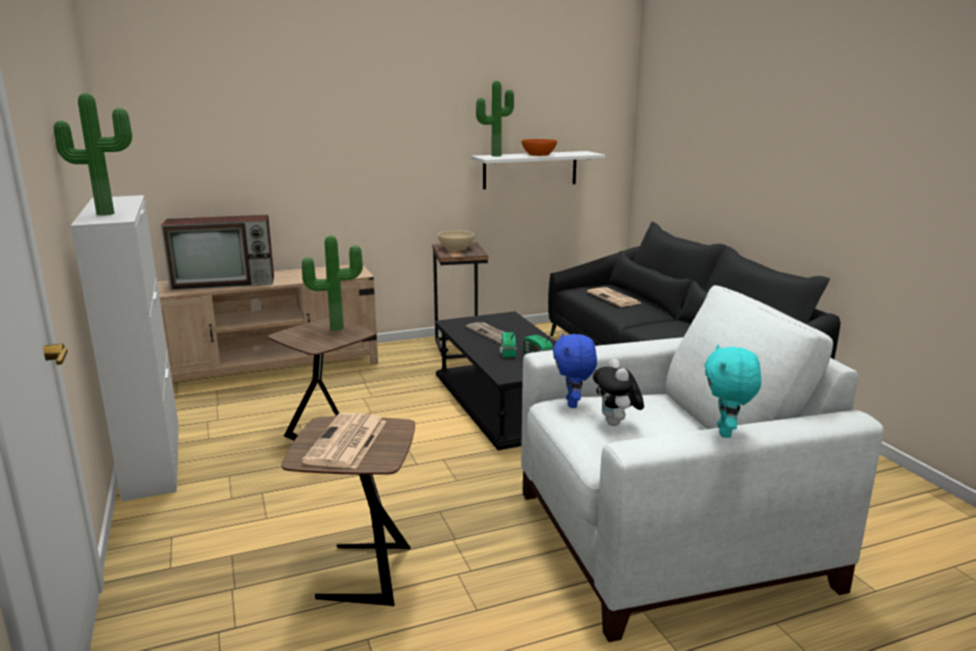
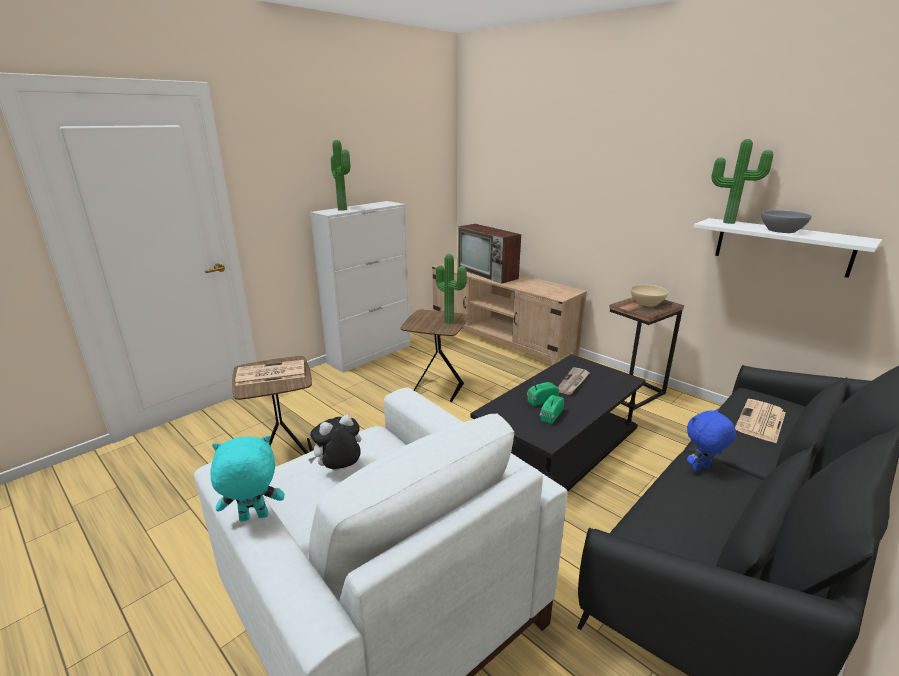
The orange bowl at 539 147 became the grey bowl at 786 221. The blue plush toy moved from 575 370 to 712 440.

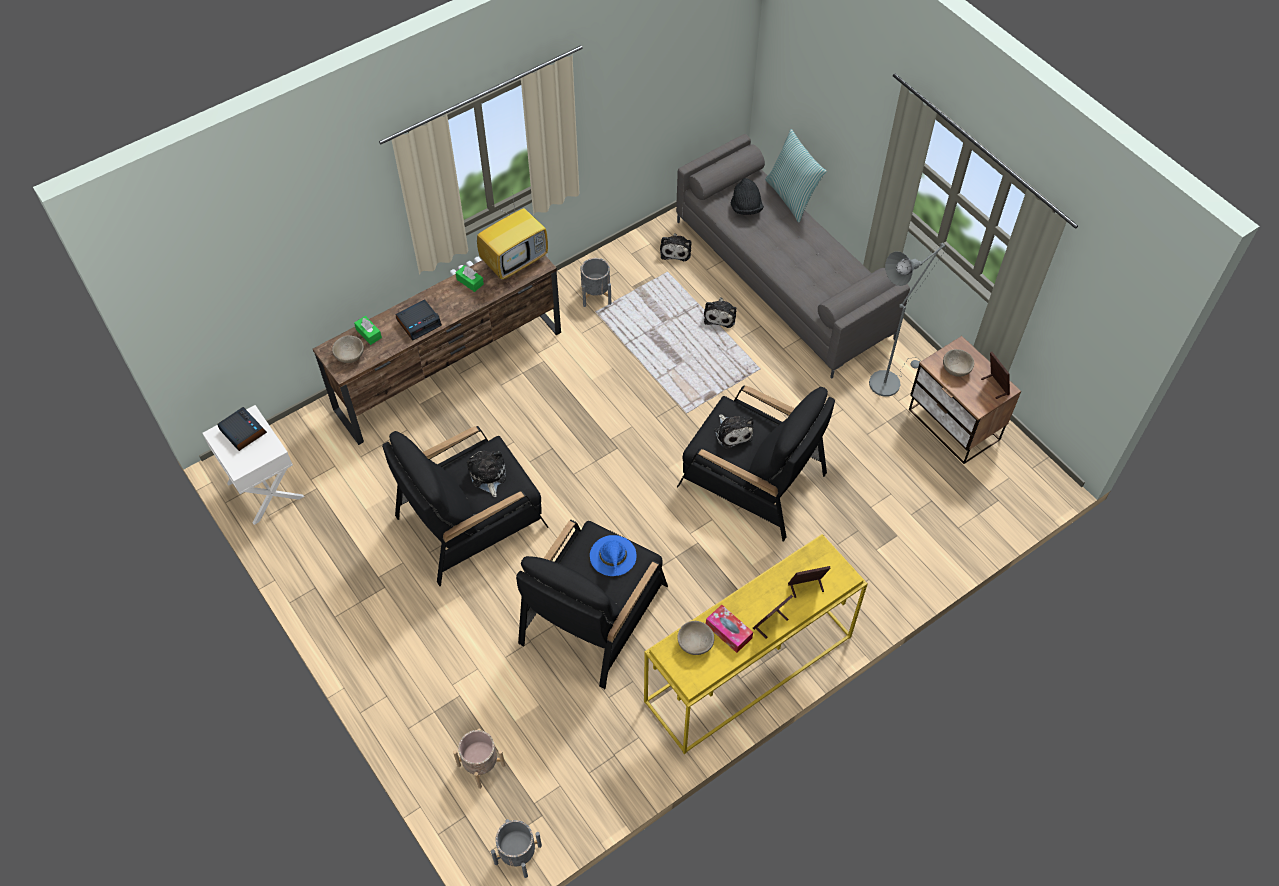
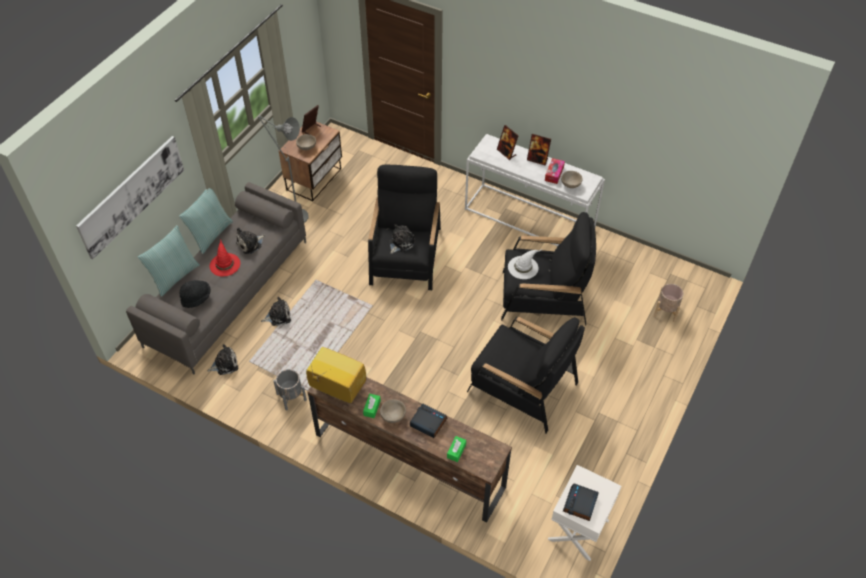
The beige bowl moved from 348 349 to 393 411. The plush toy moved from 486 474 to 250 240. The grey planter at 516 848 disappeared. The blue hat at 613 555 became the white hat at 525 264. The yellow console table at 756 644 became the white console table at 535 190. The picture at 130 197 appeared. The pillow at 206 221 appeared. The red hat at 225 258 appeared.

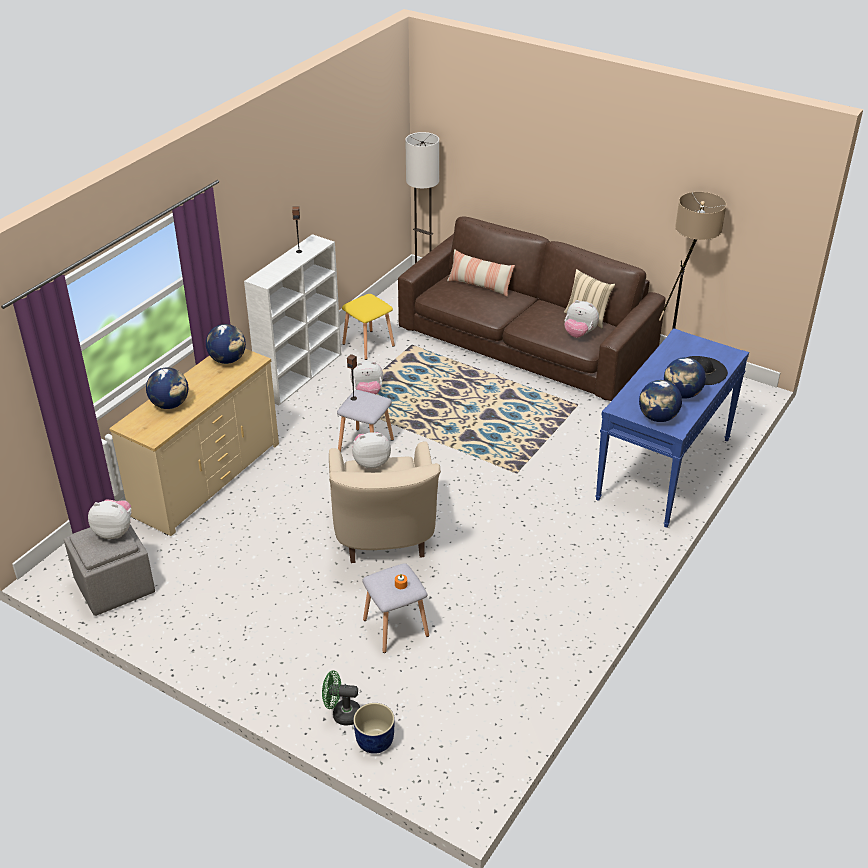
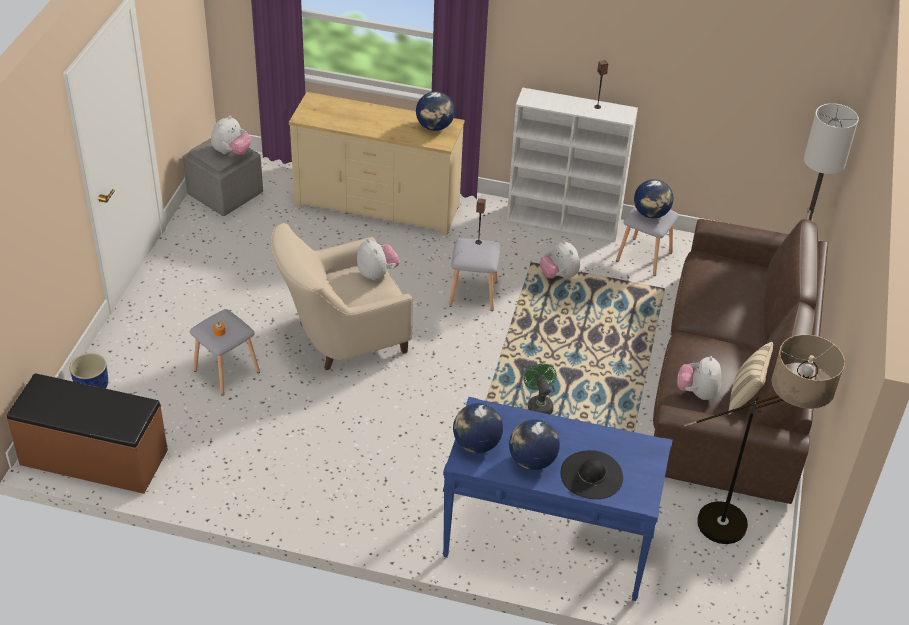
The plush toy at 110 519 turned 45 degrees clockwise. The globe moved from 167 388 to 653 199. The green fan moved from 341 697 to 540 389. The yellow stool at 368 327 became the grey stool at 647 241. The pillow at 481 273 disappeared. The brown bench at 87 434 appeared.

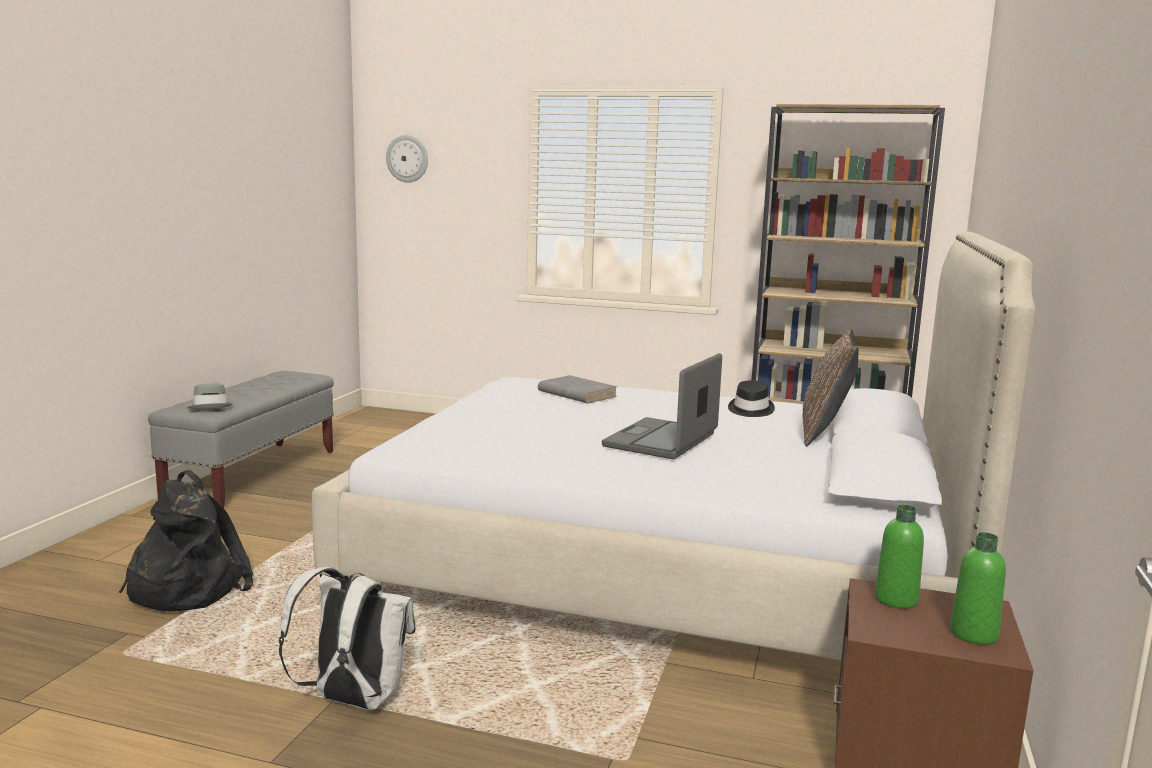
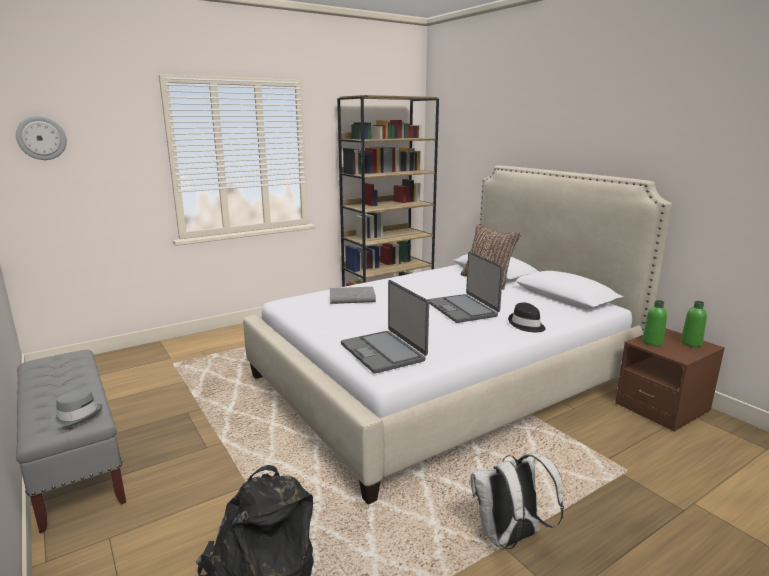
The black hat moved from 751 398 to 526 317. The laptop at 385 326 appeared.

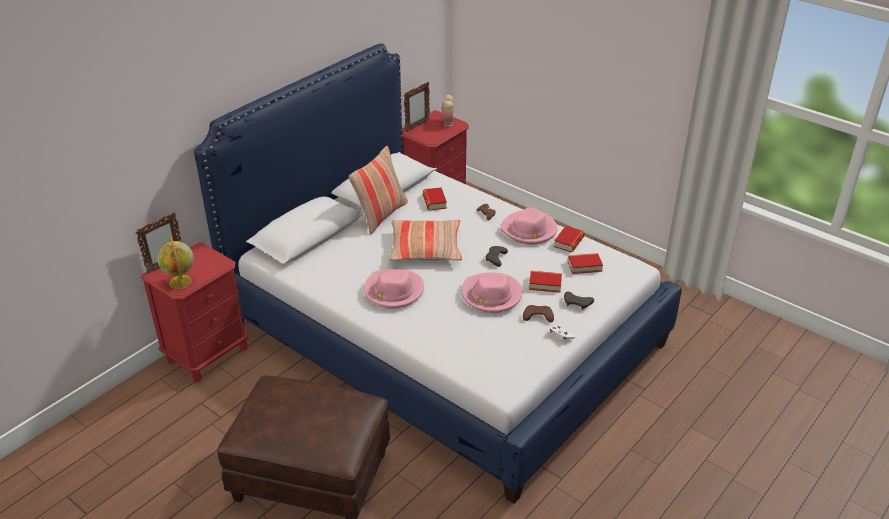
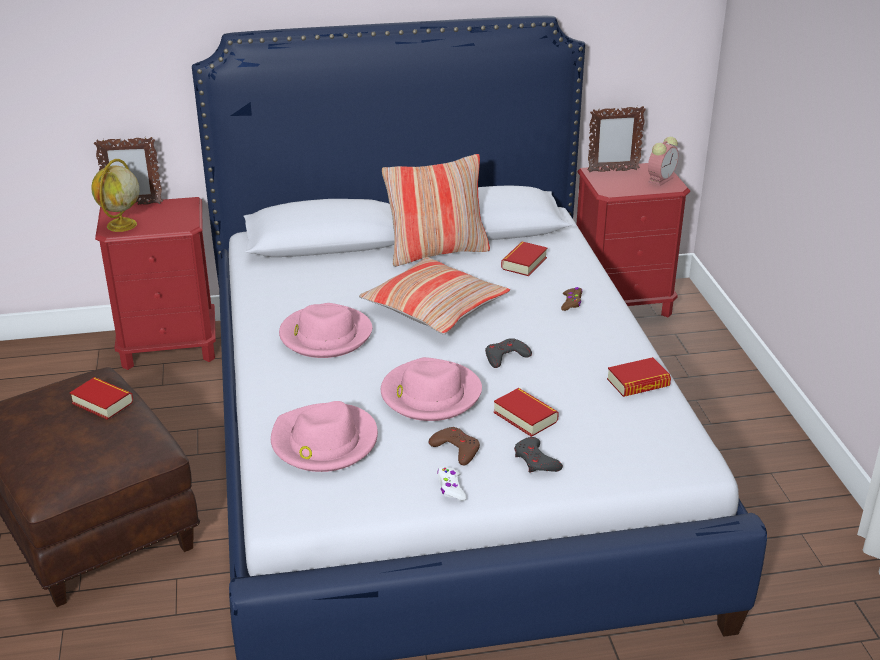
The pink hat moved from 528 226 to 324 436. The book moved from 585 263 to 101 398.

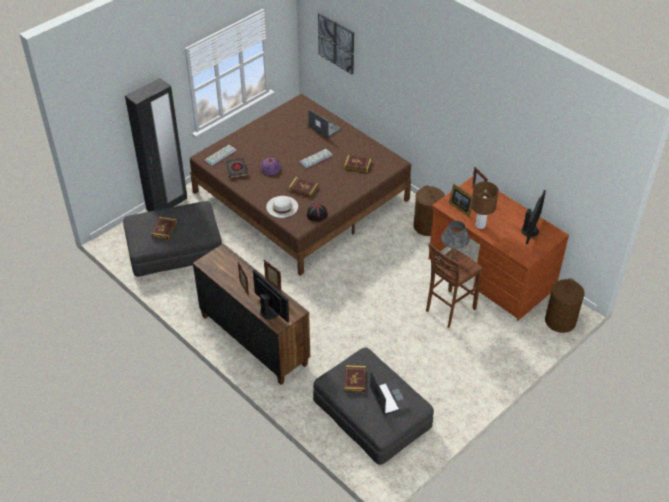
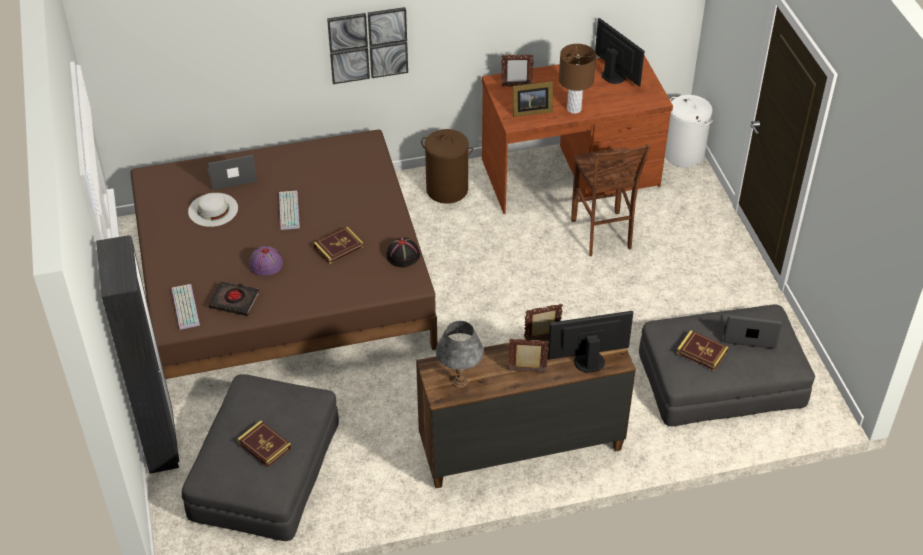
The white hat moved from 282 207 to 213 210. The picture moved from 336 43 to 367 45. The book at 358 163 disappeared. The grey table lamp moved from 455 241 to 460 354. The brown laundry basket at 564 305 became the white laundry basket at 689 131.

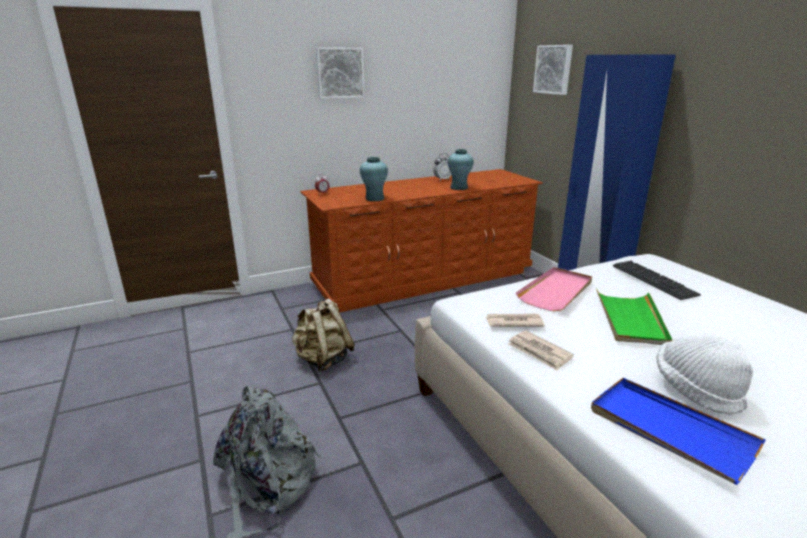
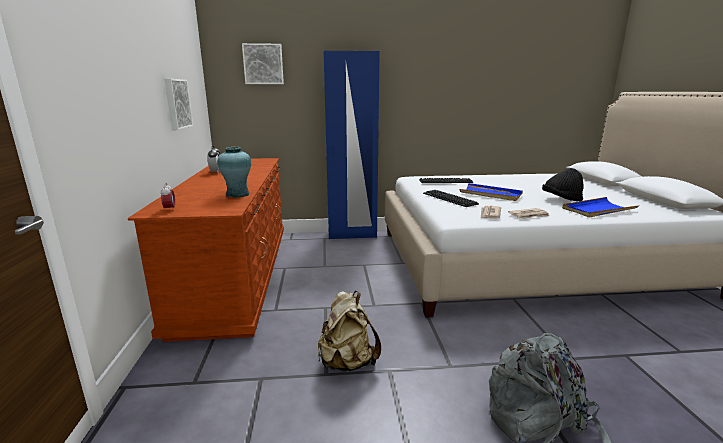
The picture moved from 340 73 to 178 104. The turquoise vase at 461 169 disappeared. The pink tray at 554 289 was replaced by the keyboard at 451 198. The green tray at 634 316 became the blue tray at 491 192. The white hat at 704 374 became the black hat at 563 184.

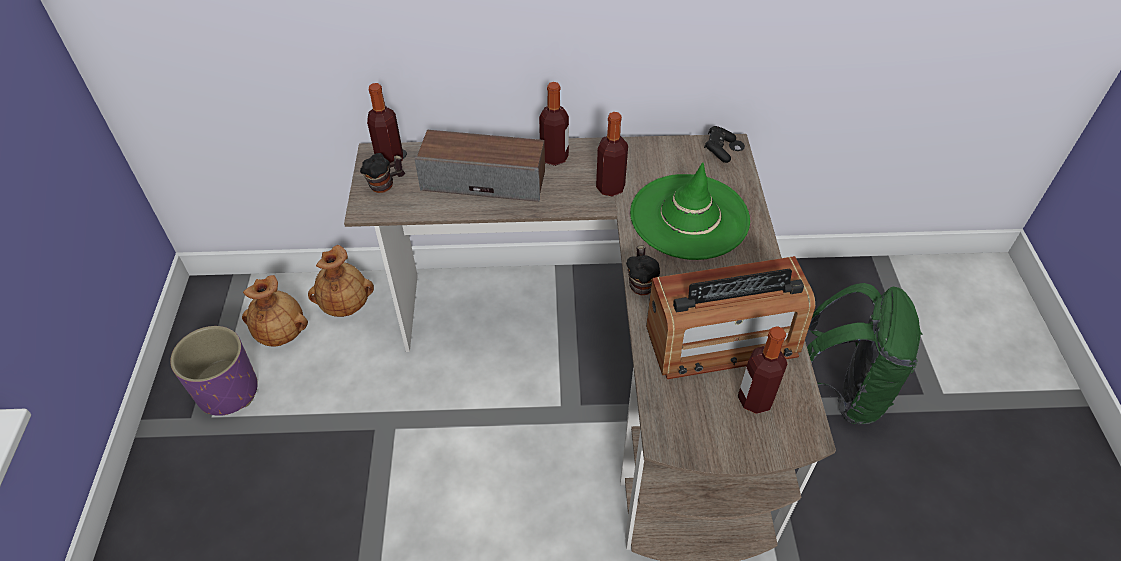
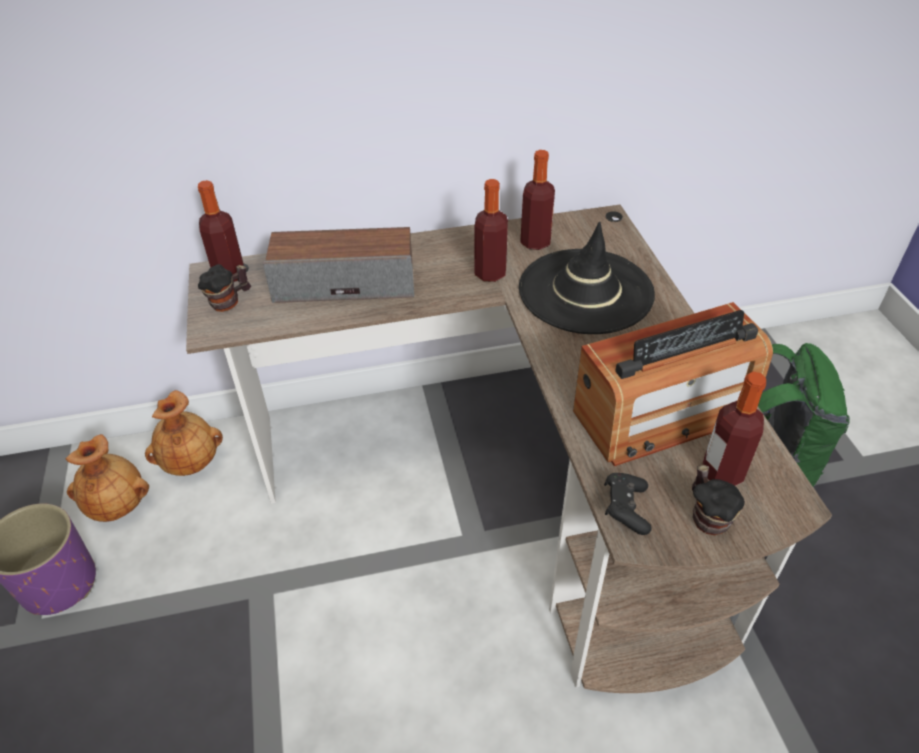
The bottle moved from 554 124 to 537 200. The mug moved from 643 270 to 718 500. The green hat at 690 211 became the black hat at 587 277. The black game controller moved from 720 144 to 628 504.

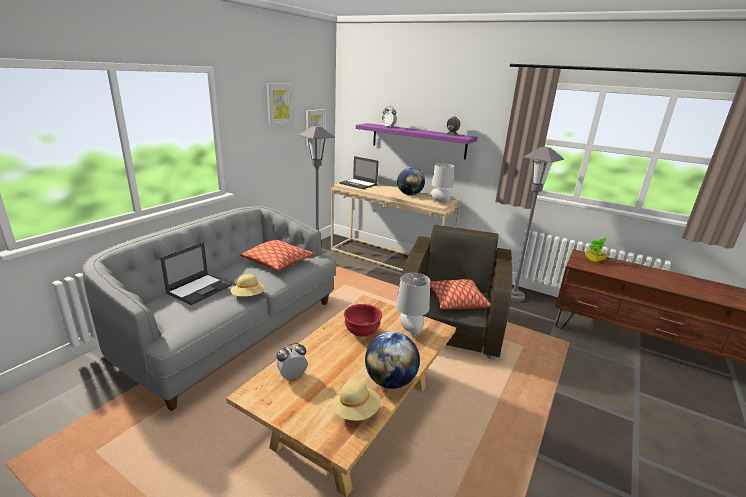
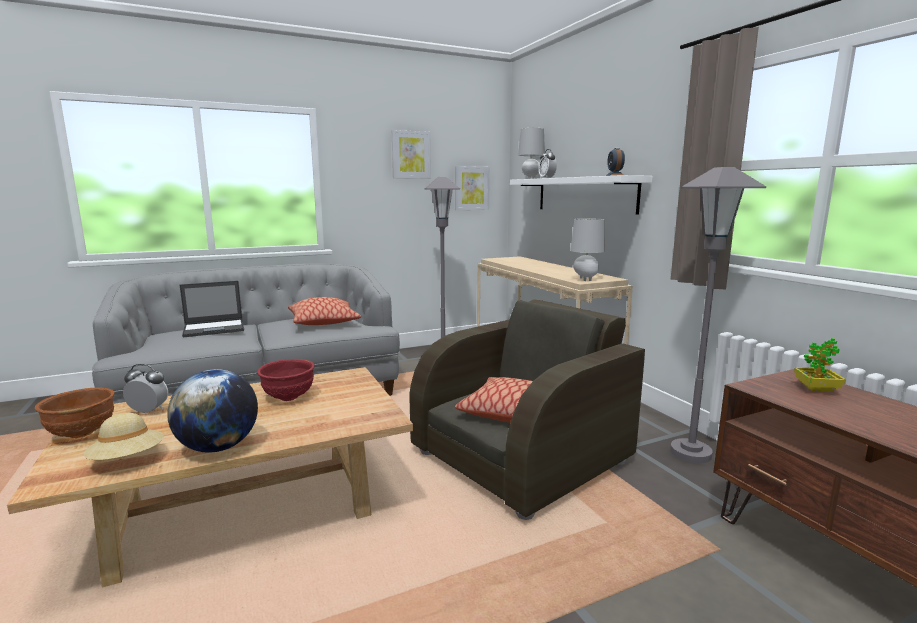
The beige hat at 248 285 disappeared. The laptop at 359 172 disappeared. The purple shelf at 416 141 became the white shelf at 581 195. The grey table lamp moved from 413 305 to 531 153. The globe at 411 181 disappeared. The brown bowl at 74 412 appeared.

